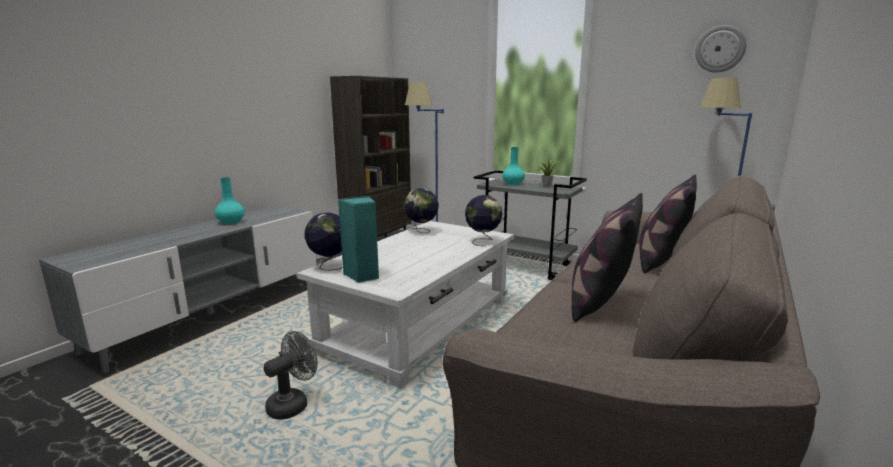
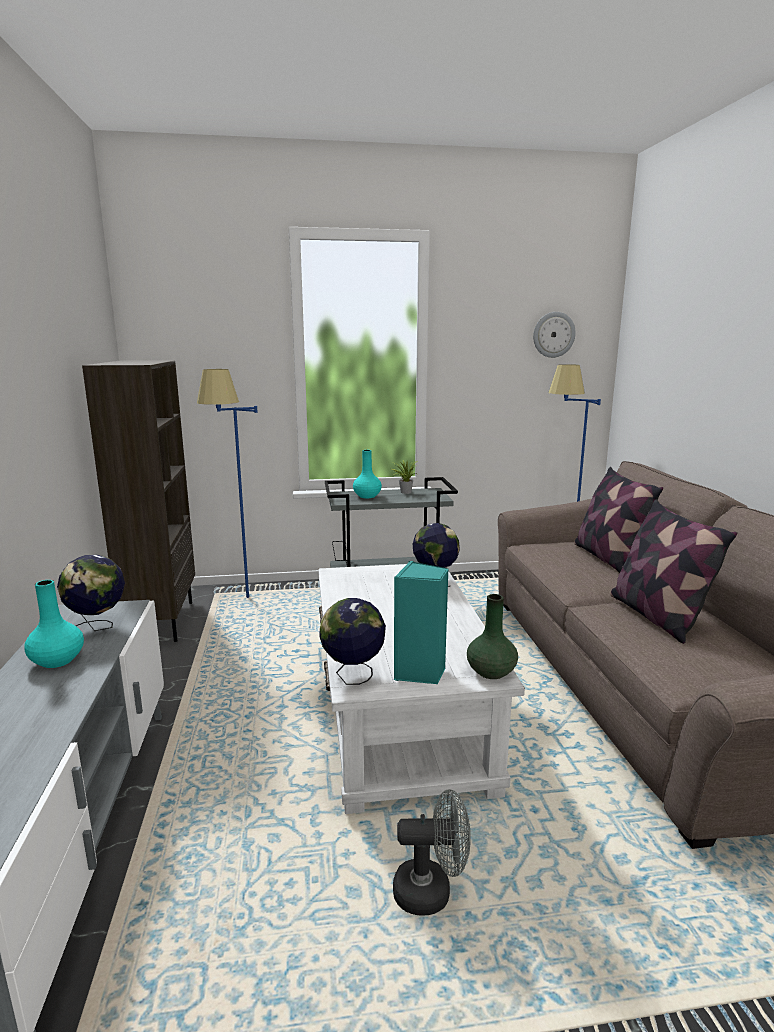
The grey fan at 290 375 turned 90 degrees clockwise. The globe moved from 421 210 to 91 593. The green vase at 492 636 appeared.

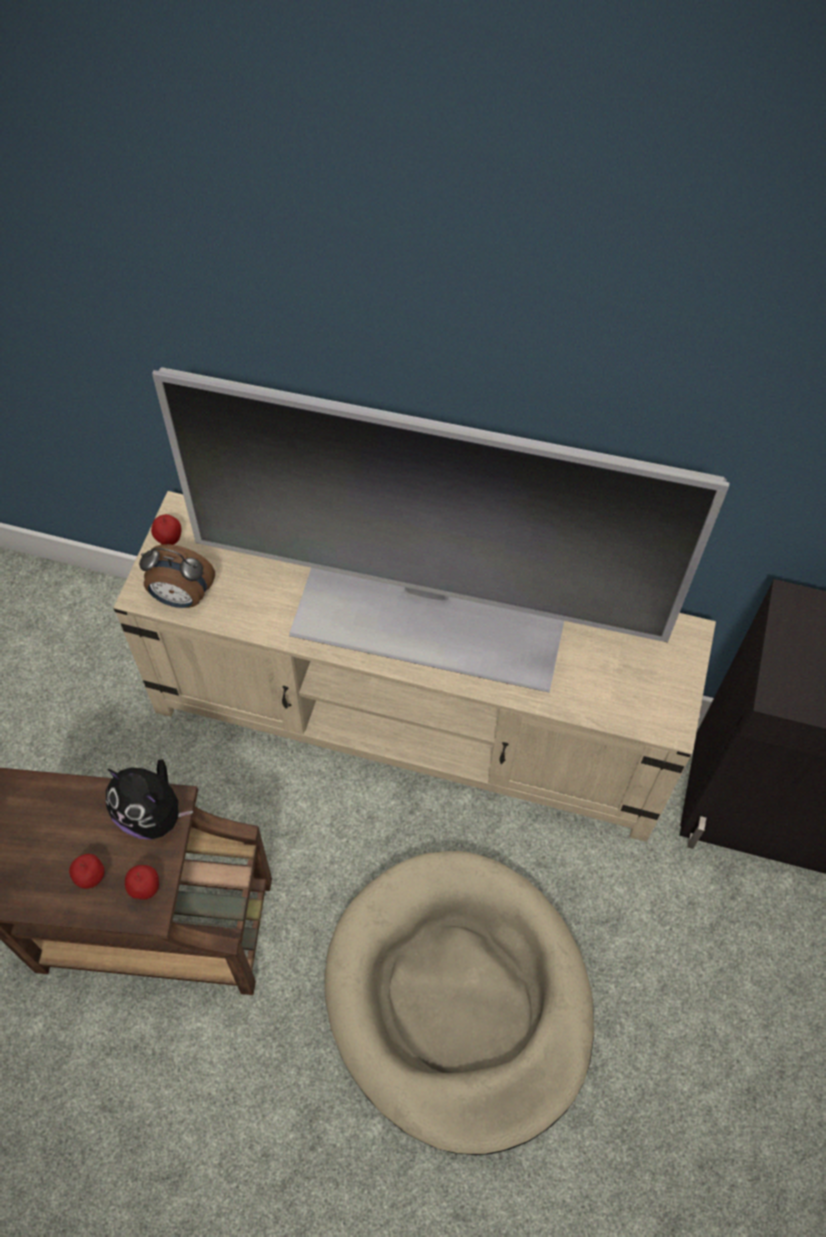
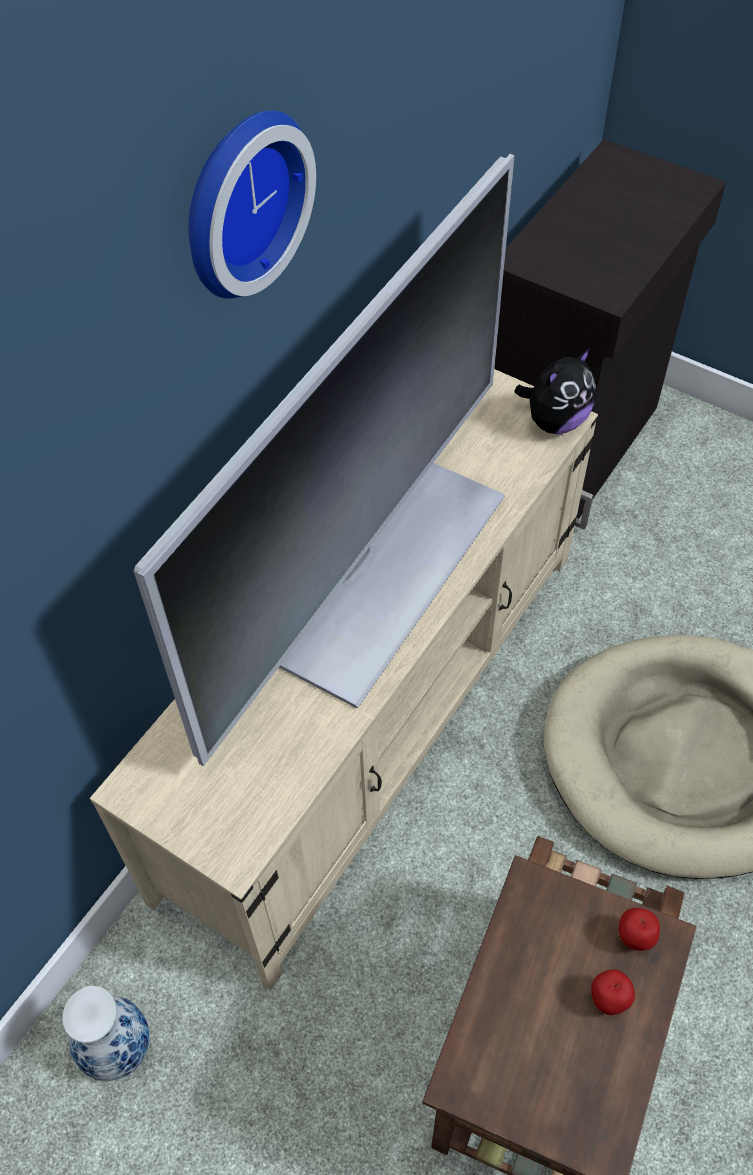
The plush toy moved from 149 799 to 555 390. The alarm clock at 177 576 disappeared. The apple at 166 529 disappeared. The vase at 105 1033 appeared. The wall clock at 252 205 appeared.

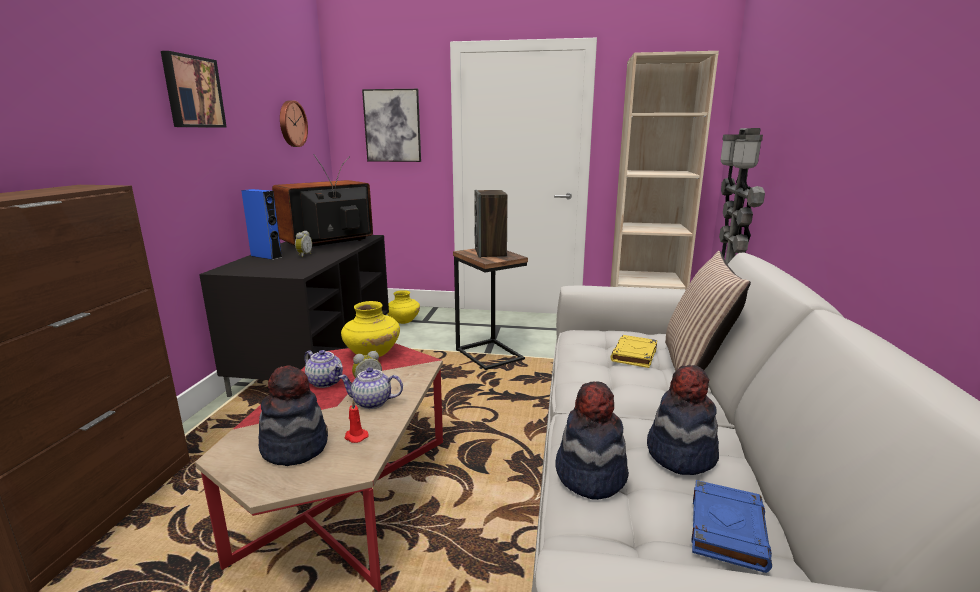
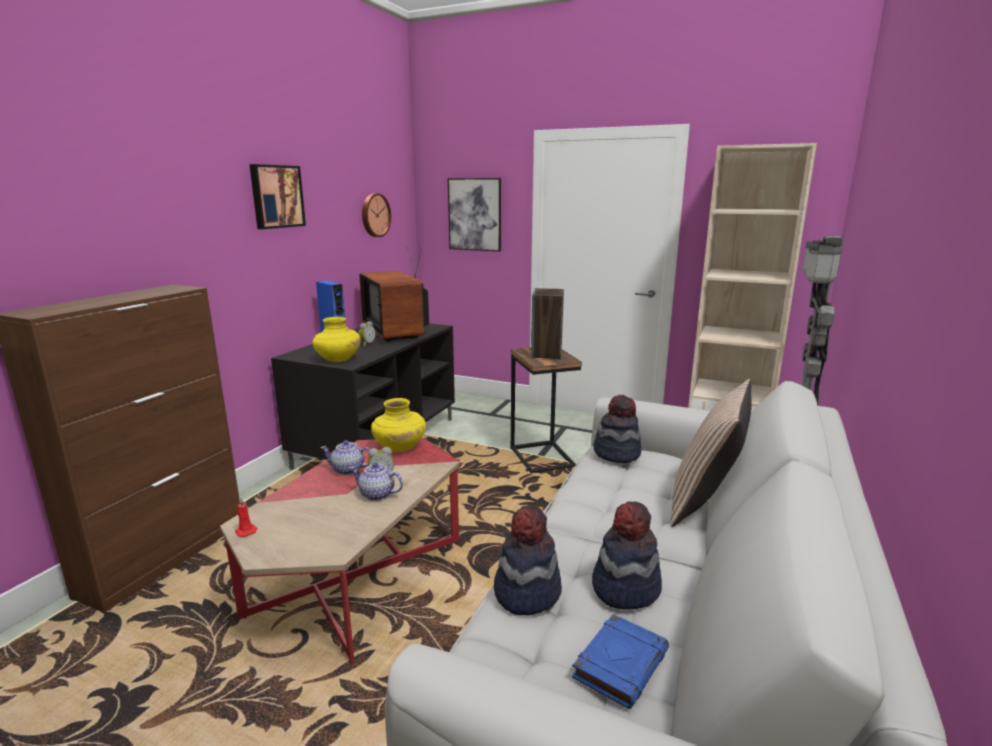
The hat moved from 293 415 to 617 429. The television at 322 200 turned 90 degrees counterclockwise. The teapot at 323 369 turned 135 degrees clockwise. The red candle moved from 357 421 to 246 517. The yellow vase moved from 404 307 to 337 339. The yellow book at 634 351 disappeared.

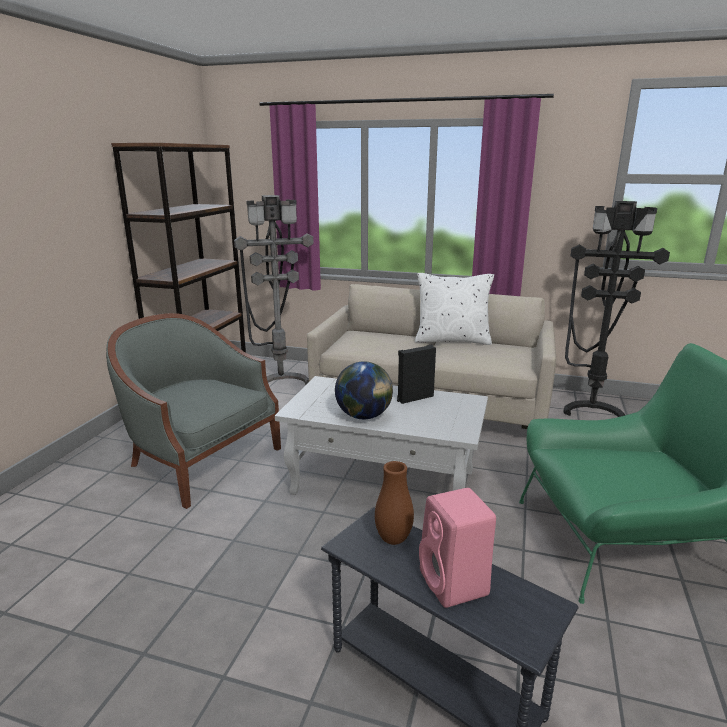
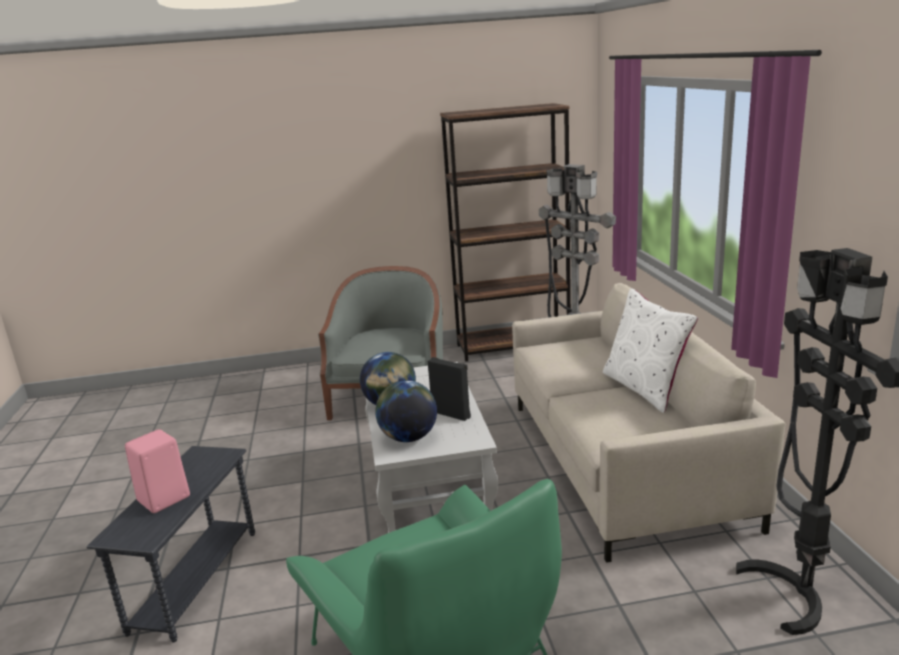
The brown vase at 394 503 disappeared. The globe at 406 411 appeared.

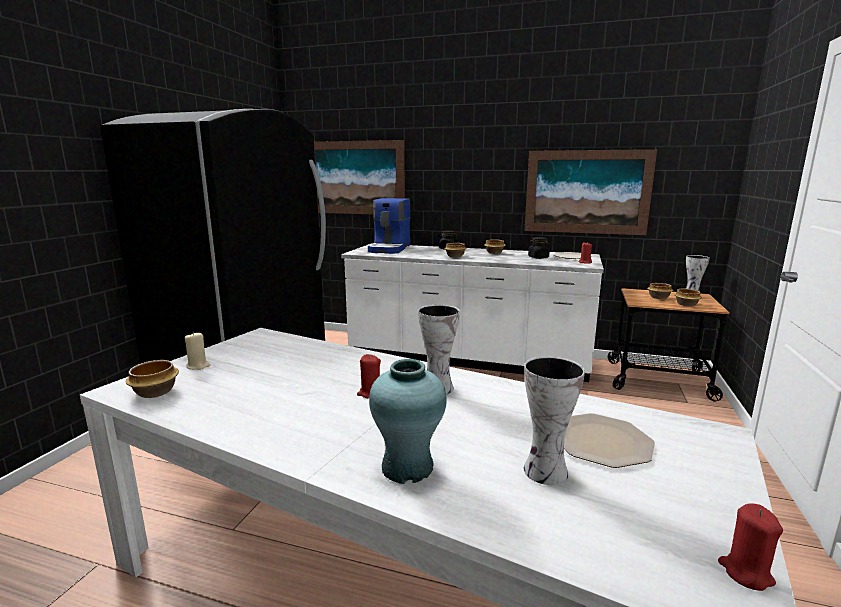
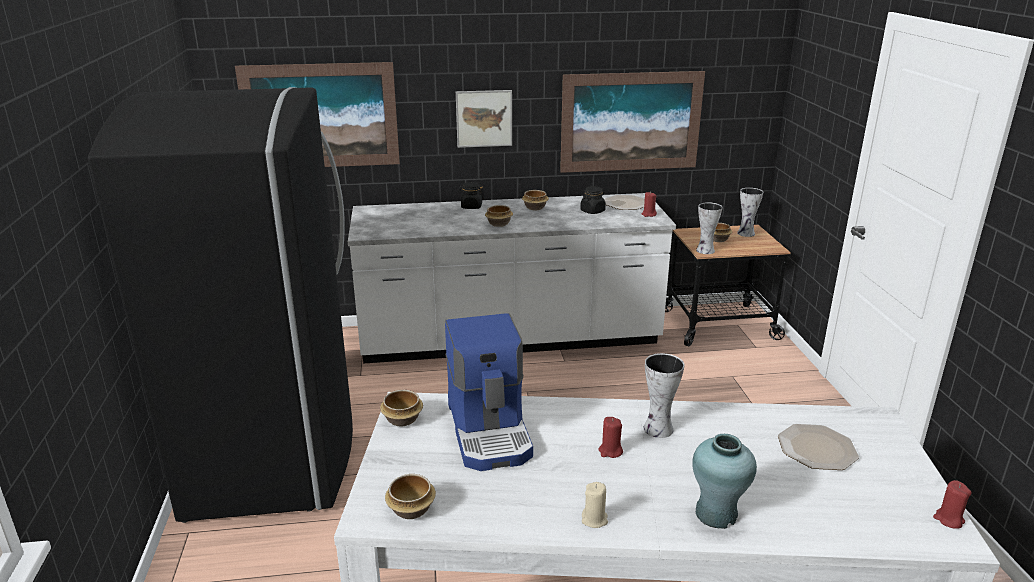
The beige candle moved from 198 351 to 595 505. The coffee machine moved from 389 226 to 489 392. The vase moved from 554 420 to 709 228. The bowl moved from 688 297 to 401 408. The picture at 484 119 appeared.

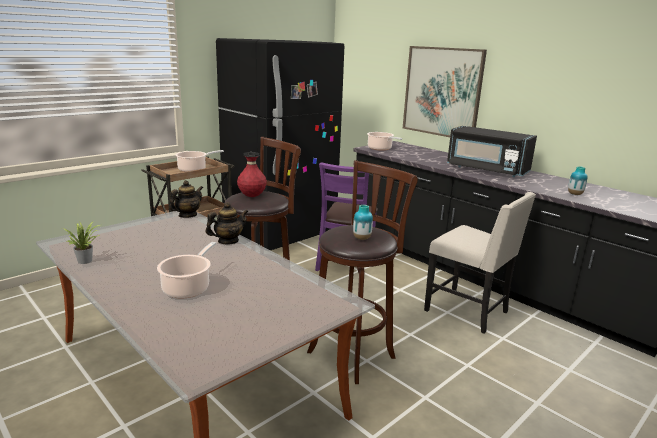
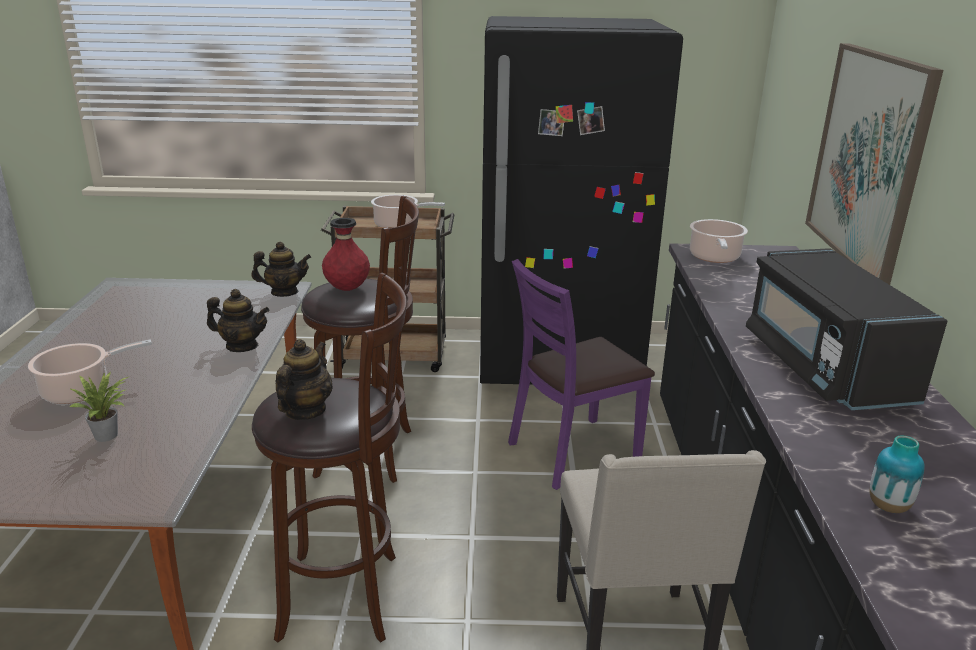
The potted plant moved from 81 243 to 99 407. The vase at 363 222 was replaced by the teapot at 304 379.

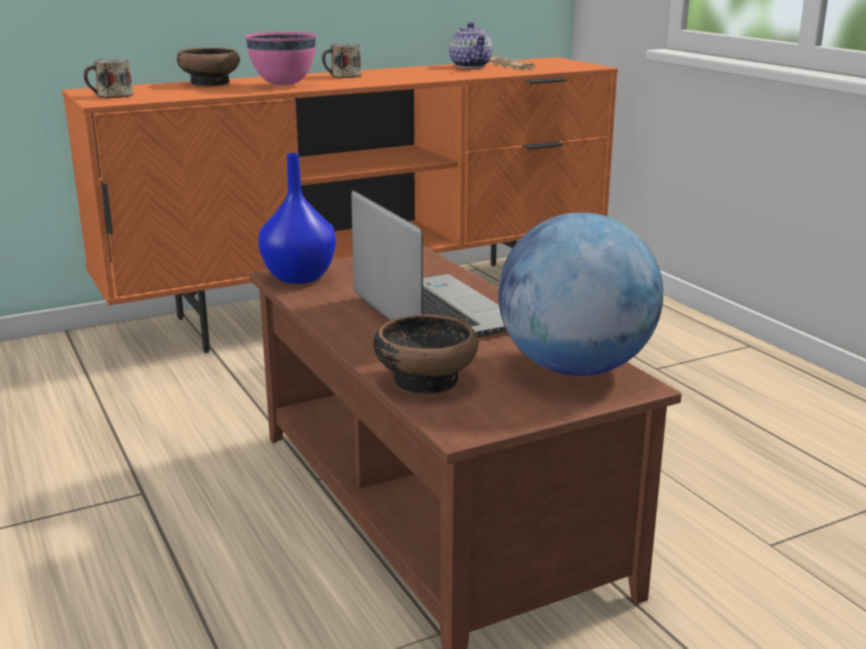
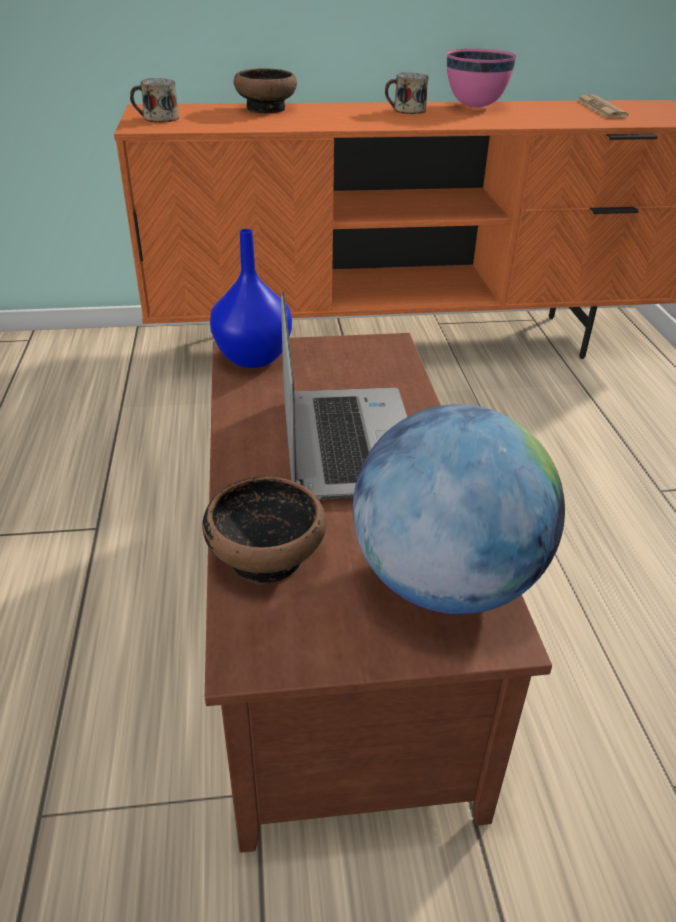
The pink bowl moved from 280 59 to 482 78. The teapot at 470 45 disappeared.

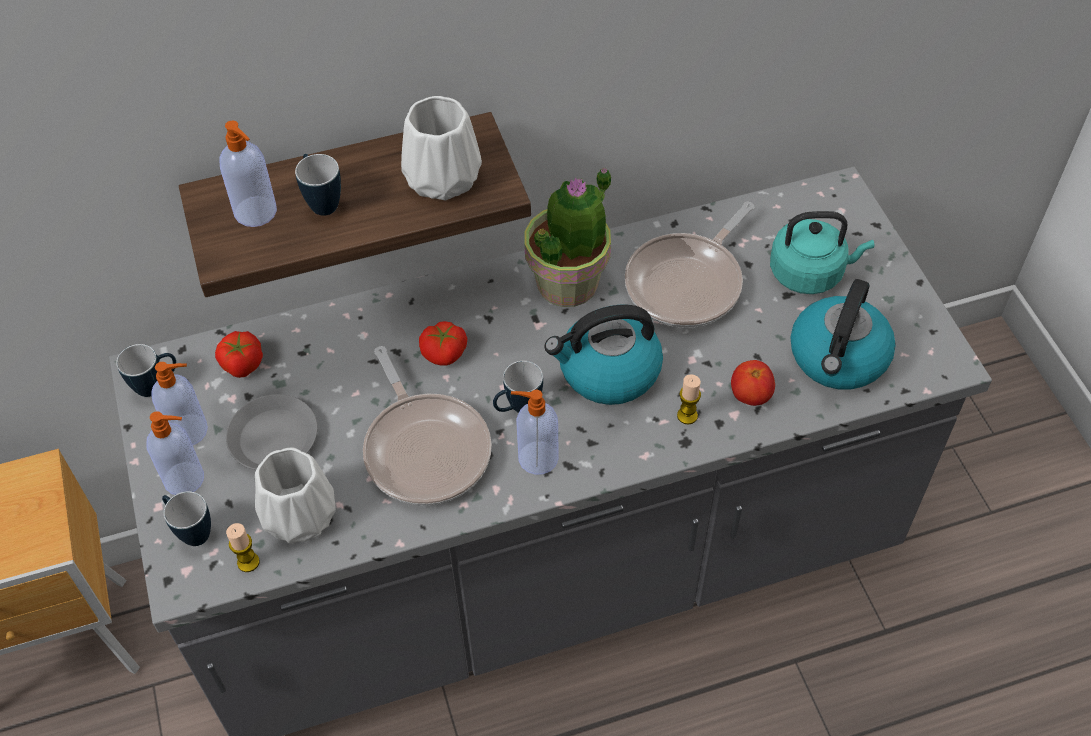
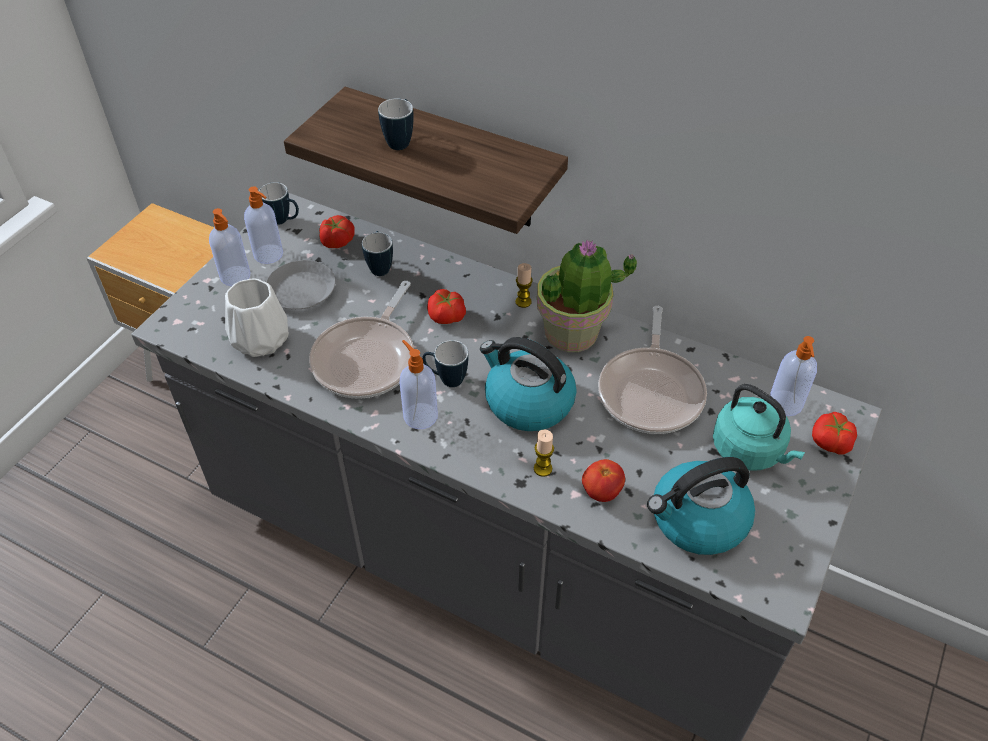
The mug moved from 186 518 to 377 253. The soap dispenser moved from 248 173 to 793 376. The candle moved from 243 547 to 524 285. The white vase at 441 148 disappeared. The frying pan at 690 265 turned 75 degrees counterclockwise. The tomato at 834 433 appeared.

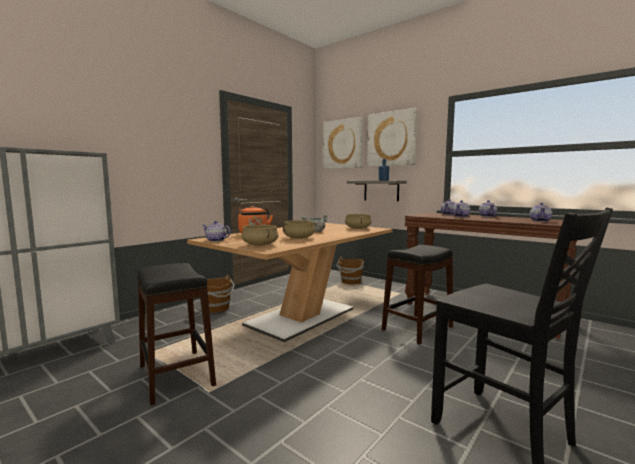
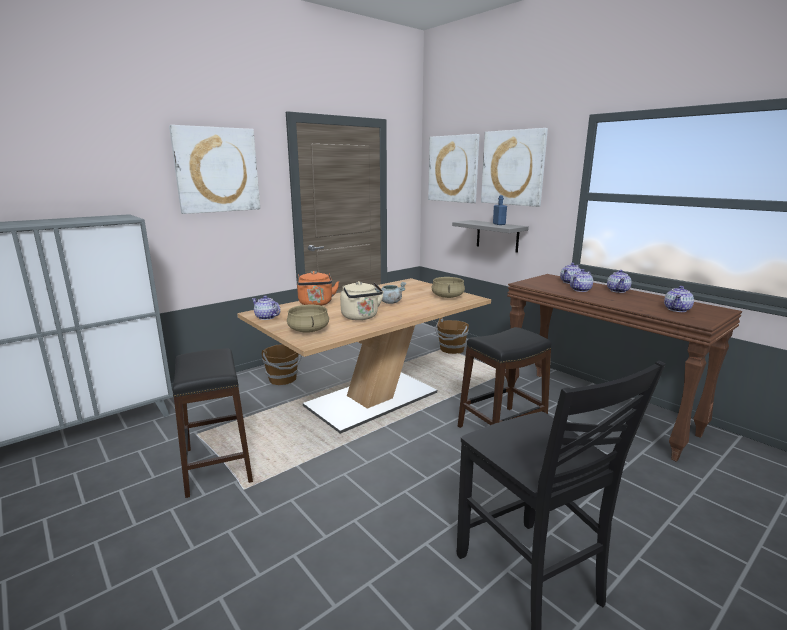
The beige cooking pot at 299 229 was replaced by the beige kettle at 362 300. The picture at 214 169 appeared.

